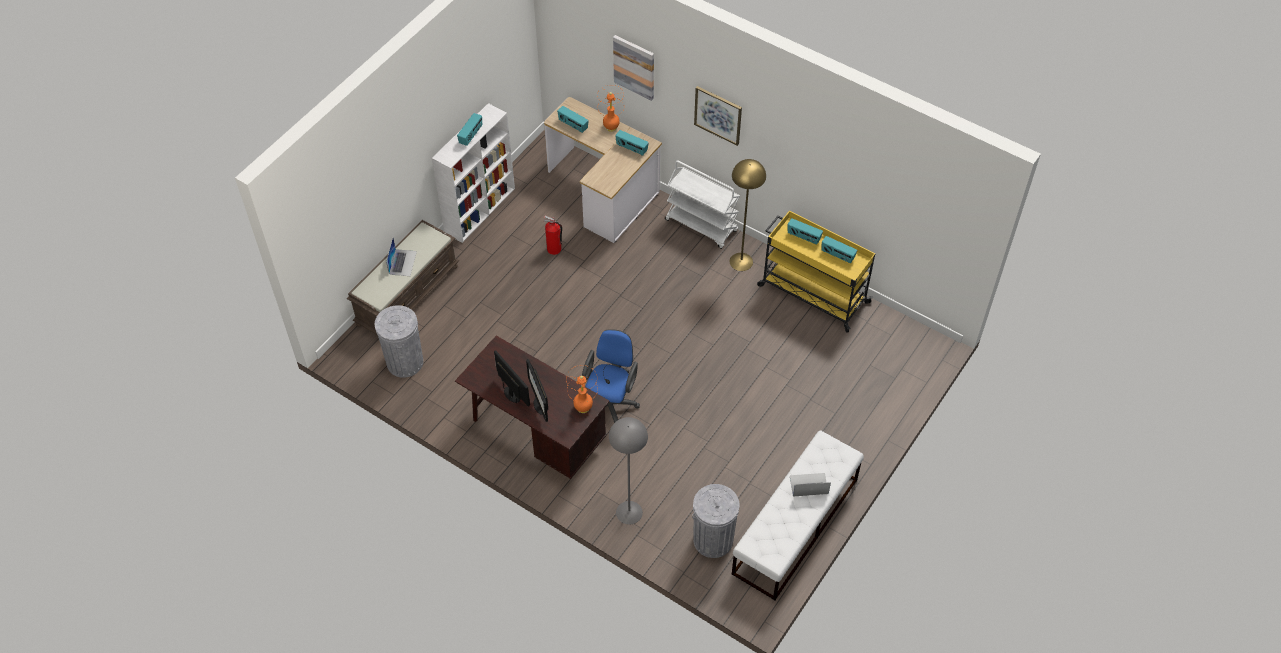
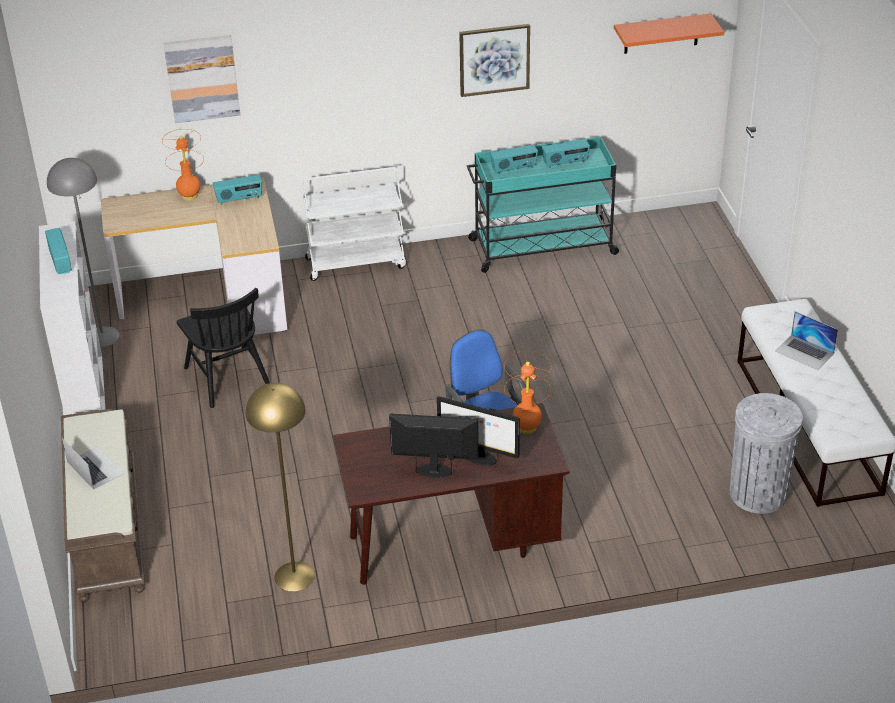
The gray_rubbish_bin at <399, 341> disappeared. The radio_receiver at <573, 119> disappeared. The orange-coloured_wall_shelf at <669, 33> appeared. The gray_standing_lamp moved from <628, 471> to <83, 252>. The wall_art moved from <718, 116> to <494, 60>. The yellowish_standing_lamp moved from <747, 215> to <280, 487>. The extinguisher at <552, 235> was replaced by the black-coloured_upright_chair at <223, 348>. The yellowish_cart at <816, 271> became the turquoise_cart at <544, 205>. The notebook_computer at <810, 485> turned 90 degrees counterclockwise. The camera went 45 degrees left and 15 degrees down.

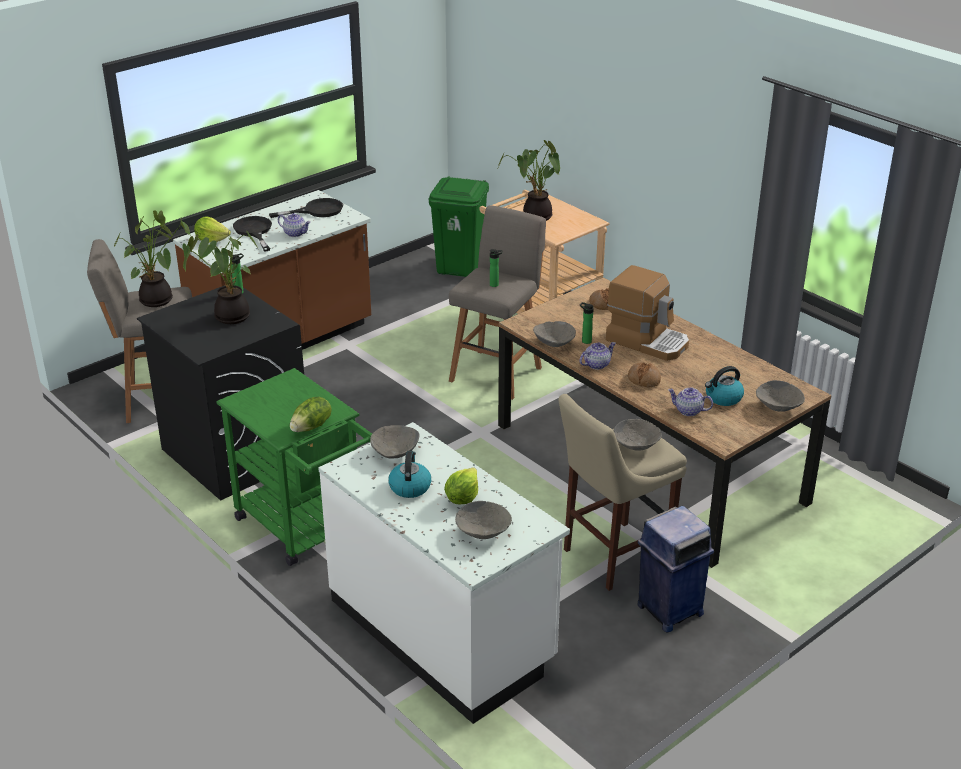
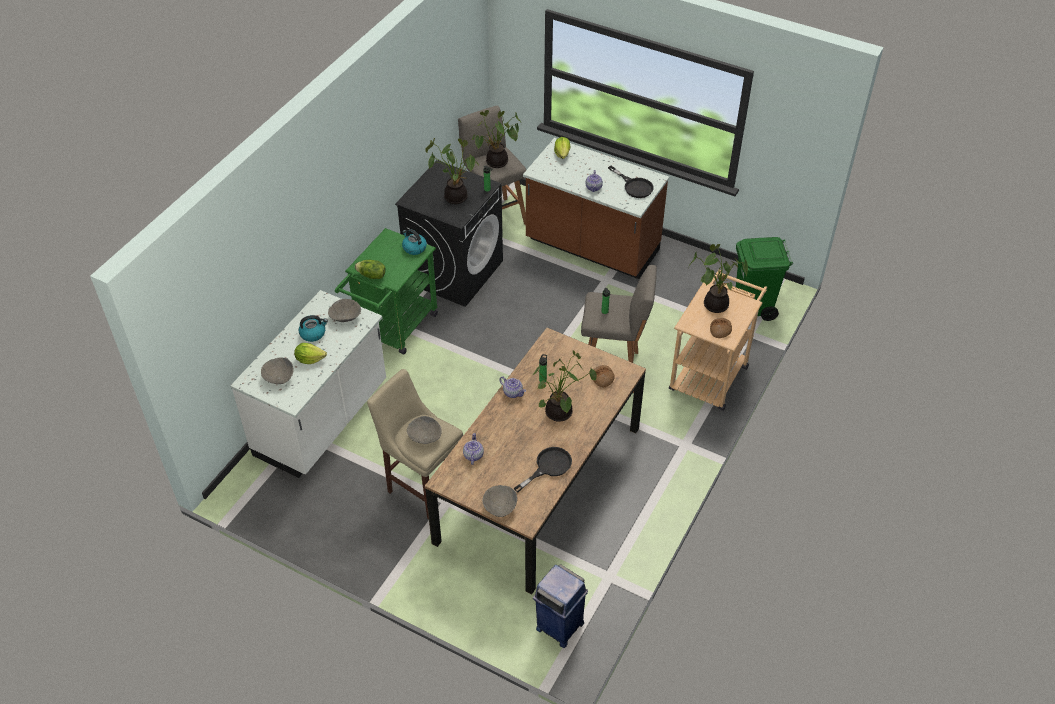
The gray_deep_dish at <554, 334> disappeared. The black-coloured_skillet moved from <252, 234> to <542, 469>. The bakery_bread moved from <644, 374> to <721, 328>. The bluish_rubbish_bin moved from <675, 569> to <560, 606>. The tea_kettle moved from <724, 386> to <414, 242>. The coffee_maker at <647, 313> was replaced by the plant_in_a_pot at <565, 386>. The camera went 70 degrees right and 15 degrees up.

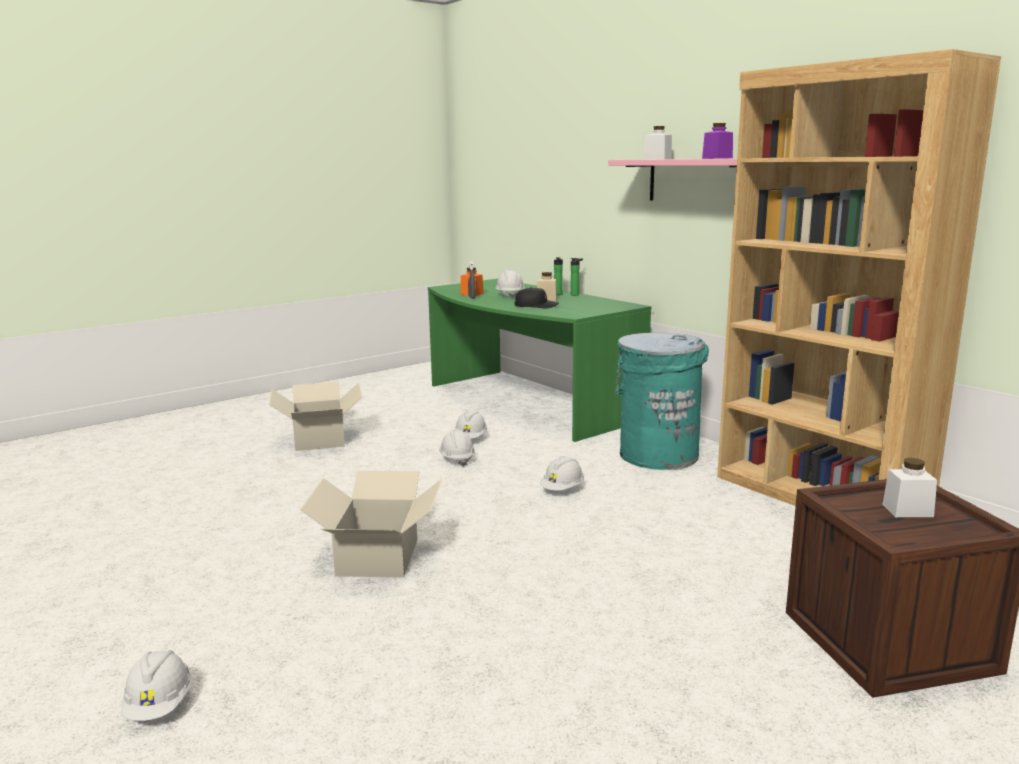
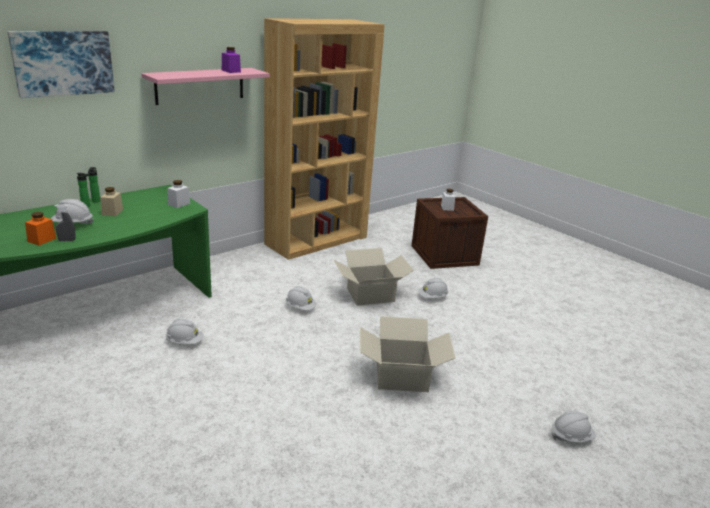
The black-coloured_baseball_cap at <537, 297> disappeared. The turquoise_rubbish_bin at <662, 401> disappeared. The wall_art at <61, 64> appeared. The cardboard_box moved from <315, 416> to <374, 277>. The white-coloured_safety_helmet moved from <457, 448> to <433, 288>. The white-coloured_storage_jar moved from <658, 142> to <178, 194>. The camera went 95 degrees left and 10 degrees up.

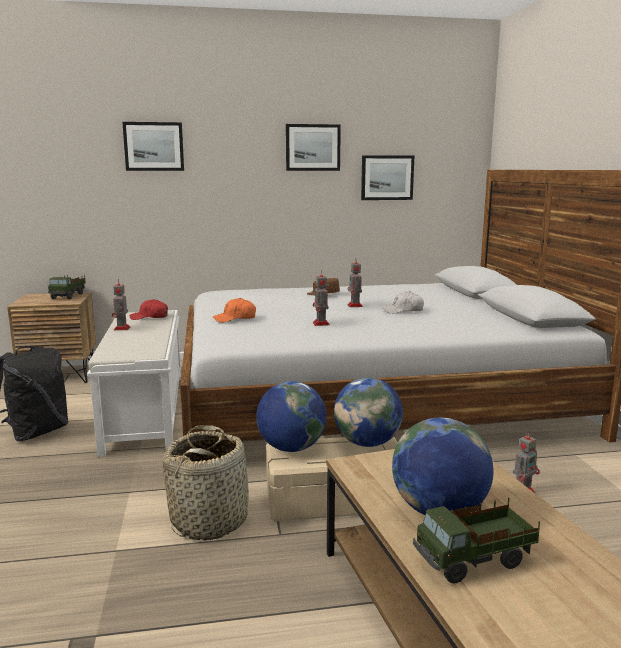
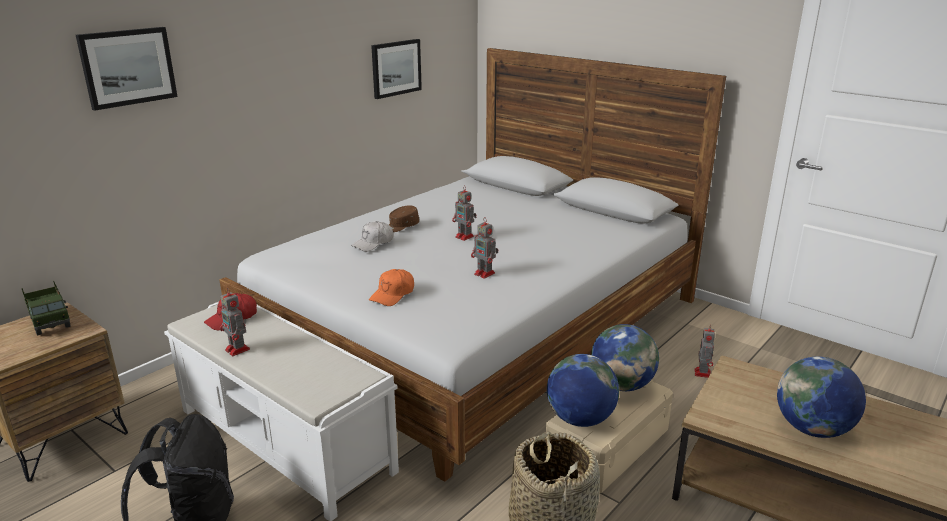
The wall_art at <313, 147> disappeared. The toy_lorry at <476, 540> disappeared. The white-coloured_baseball_cap moved from <403, 302> to <372, 236>. The camera went 40 degrees left and 10 degrees up.

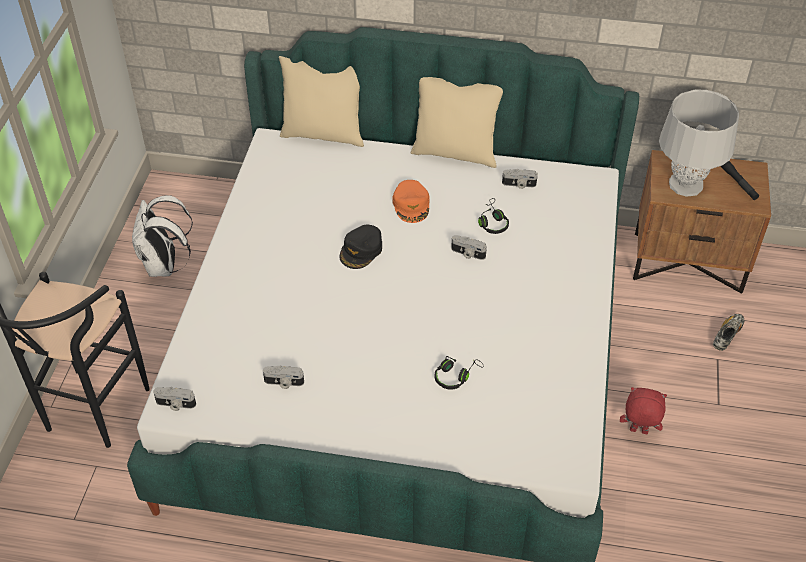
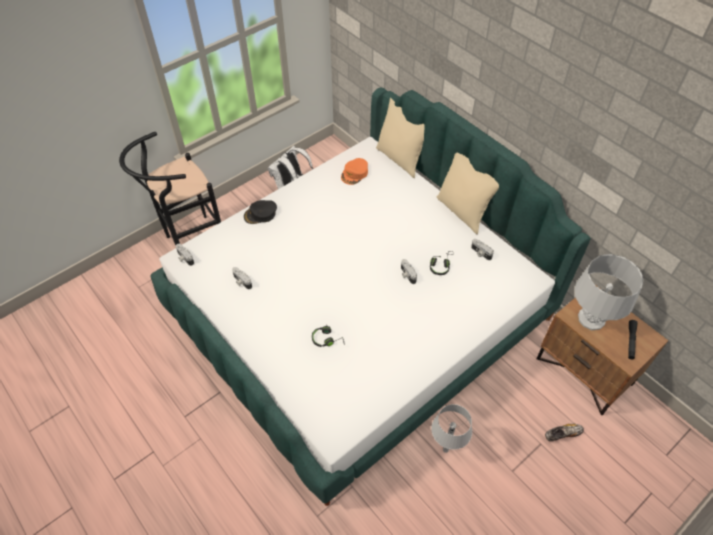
The black-coloured_baseball_cap moved from <360, 247> to <260, 212>. The orange-coloured_baseball_cap moved from <411, 201> to <354, 171>. The red-coloured_plush_toy at <643, 410> was replaced by the gray_table_lamp at <451, 428>. The camera went 40 degrees right and 5 degrees up.

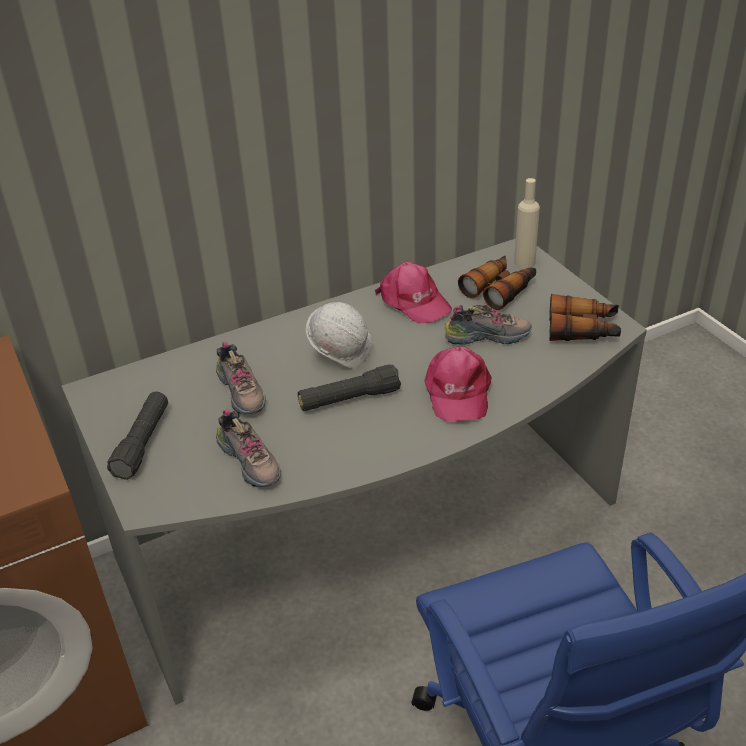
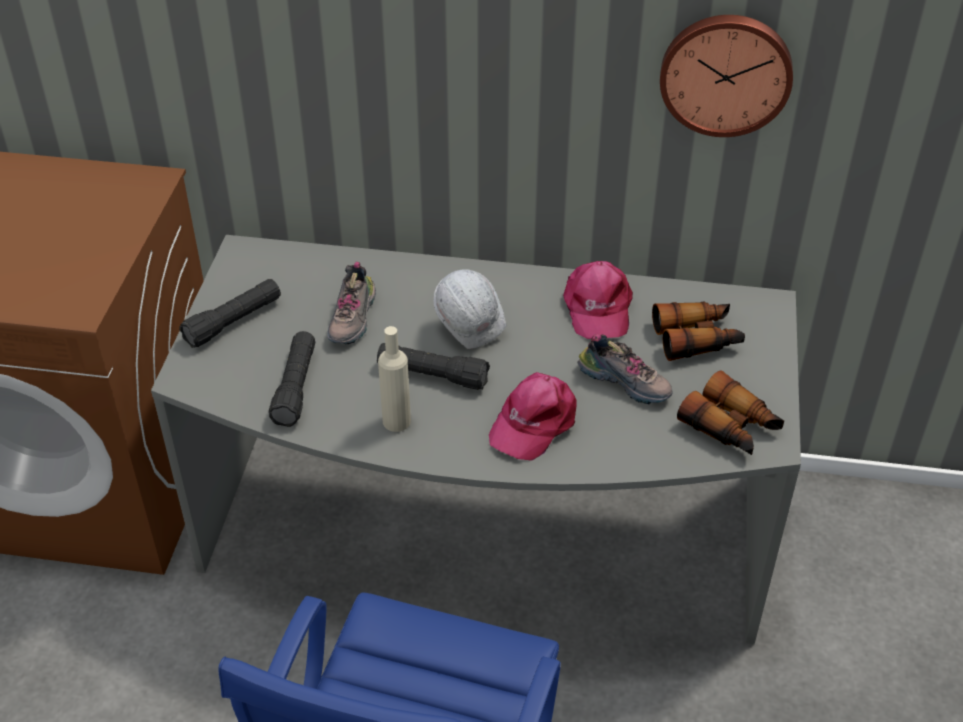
The wall_clock at <726, 76> appeared. The sand-coloured_bottle moved from <527, 223> to <394, 379>. The shoe at <248, 448> was replaced by the black-coloured_hand_torch at <292, 379>. The camera went 35 degrees right and 5 degrees up.

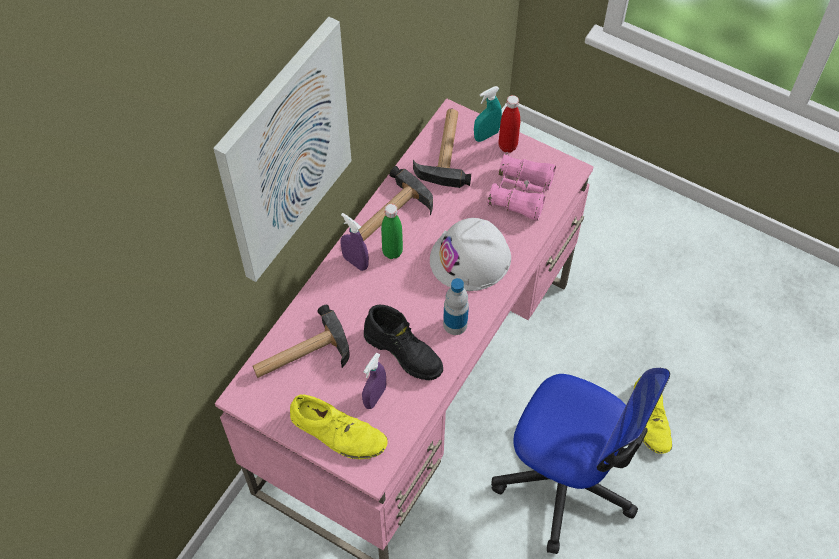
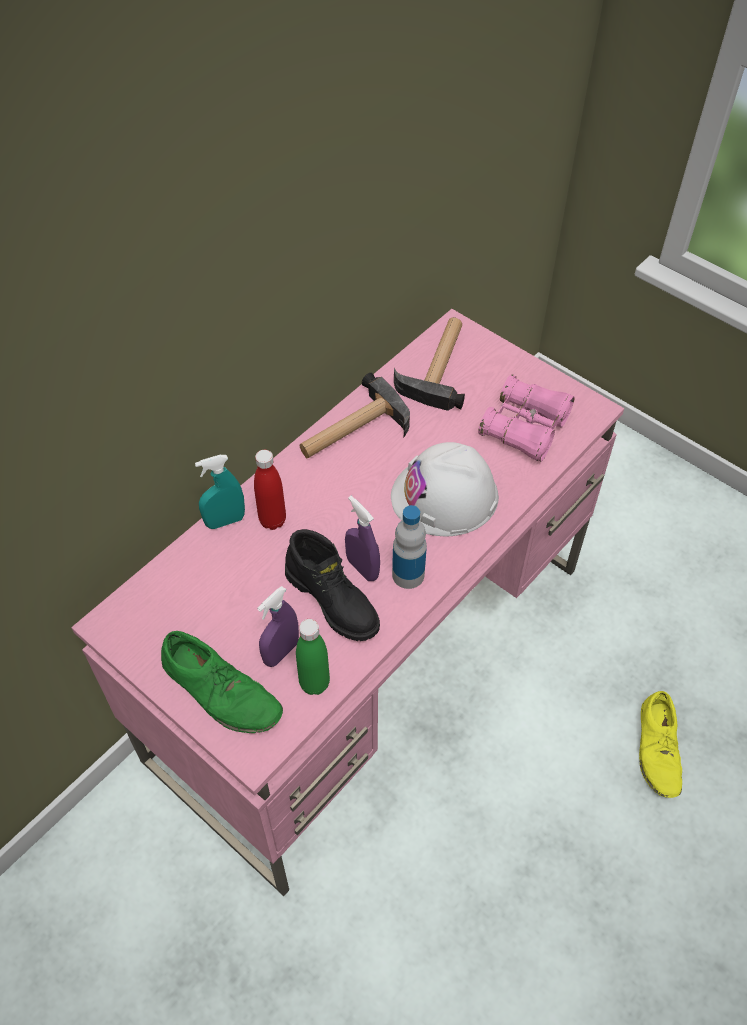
The wall_art at <282, 149> disappeared. The tool_hammer at <301, 341> disappeared. The computer_chair at <580, 461> disappeared. The purple-coloured_hand_sprayer moved from <355, 242> to <362, 538>. The green_bottle moved from <392, 231> to <313, 657>. The turquoise_hand_sprayer moved from <488, 114> to <220, 492>. The red-coloured_bottle moved from <509, 124> to <270, 490>. The yellowish_shoe at <339, 426> became the green_shoe at <222, 682>. The camera went 10 degrees right and 5 degrees down.

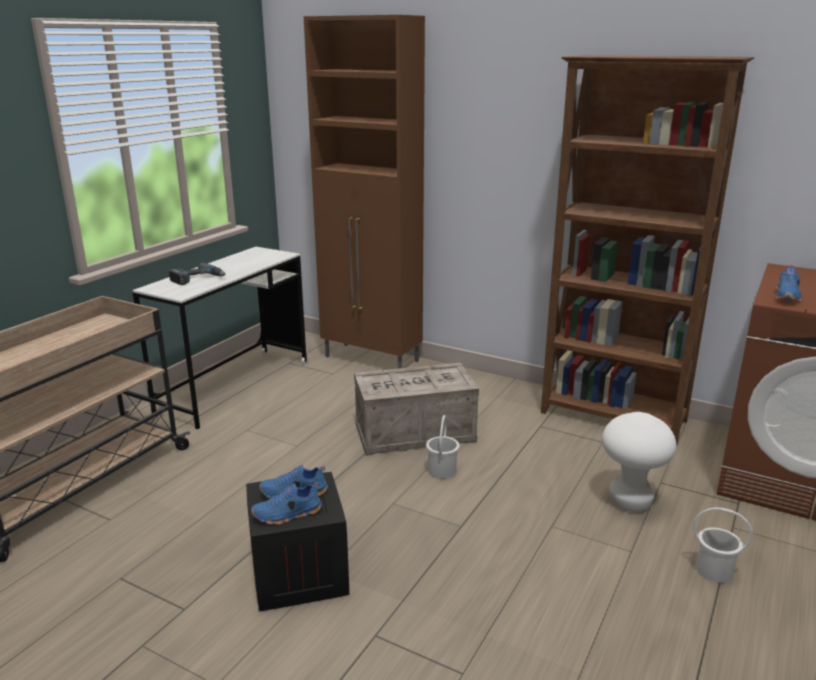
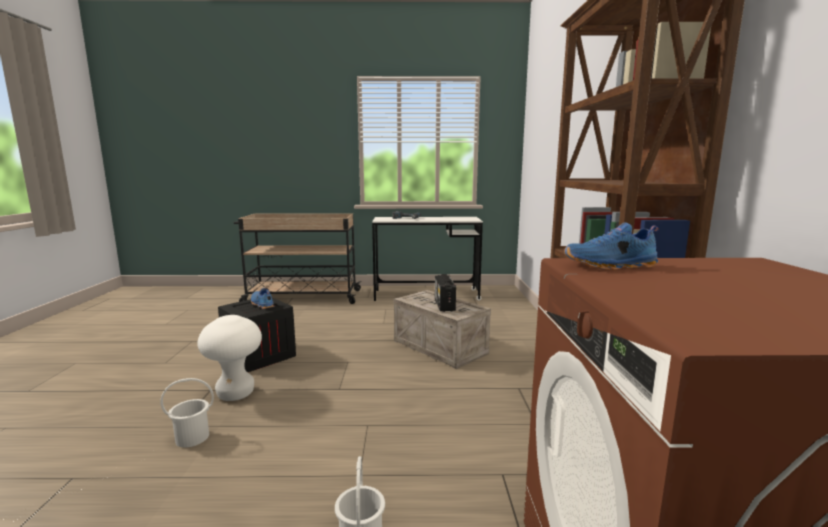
The bluish_shoe at <286, 503> disappeared. The brown_storage_cabinet at <364, 192> disappeared. The radio_receiver at <445, 293> appeared. The white-coloured_pail moved from <443, 447> to <187, 413>. The white-coloured_sitting_stool moved from <639, 462> to <229, 358>. The camera went 60 degrees right and 10 degrees down.

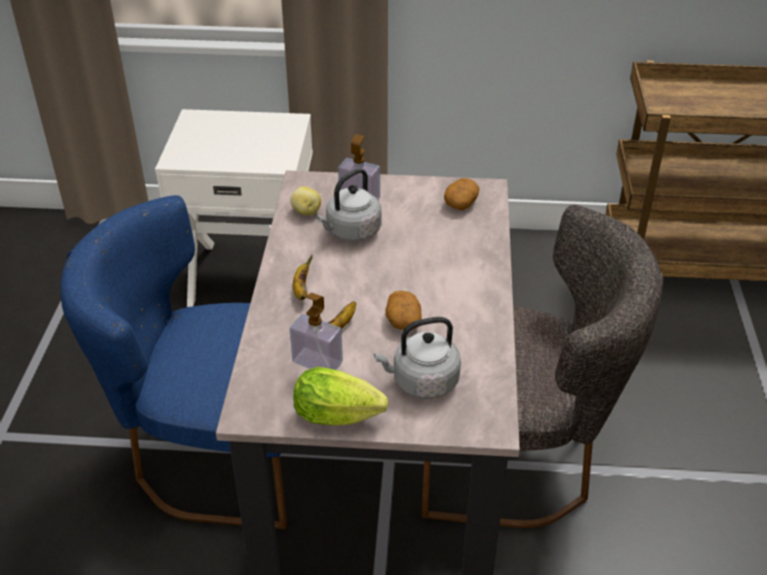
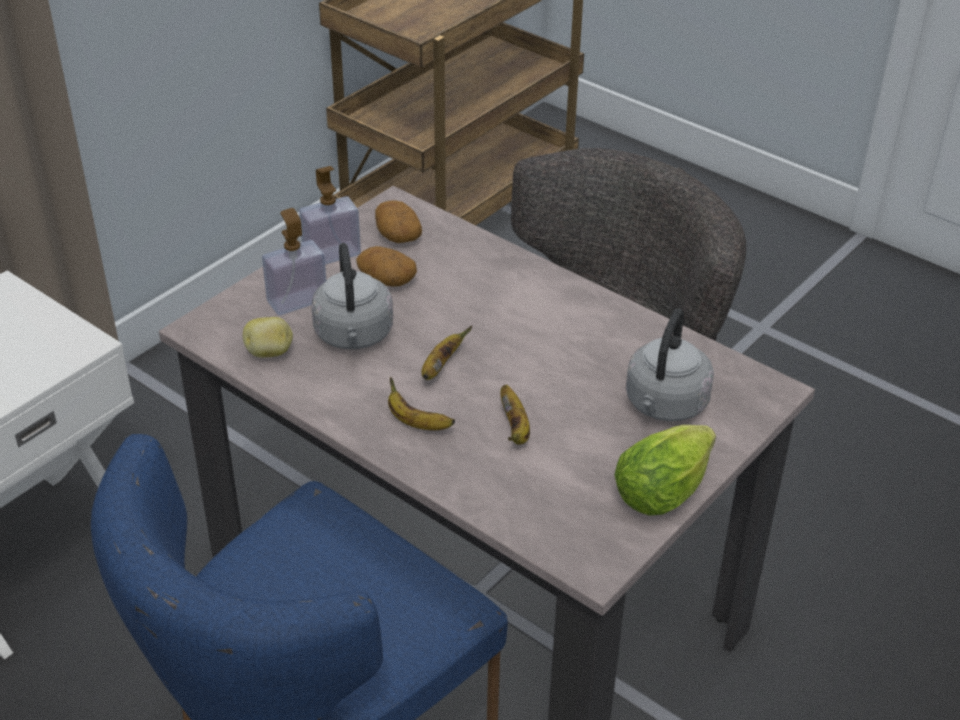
The whole_banana at <446, 353> appeared. The soap_bottle moved from <316, 331> to <330, 215>. The potato moved from <403, 310> to <386, 266>. The camera went 55 degrees left and 0 degrees up.

